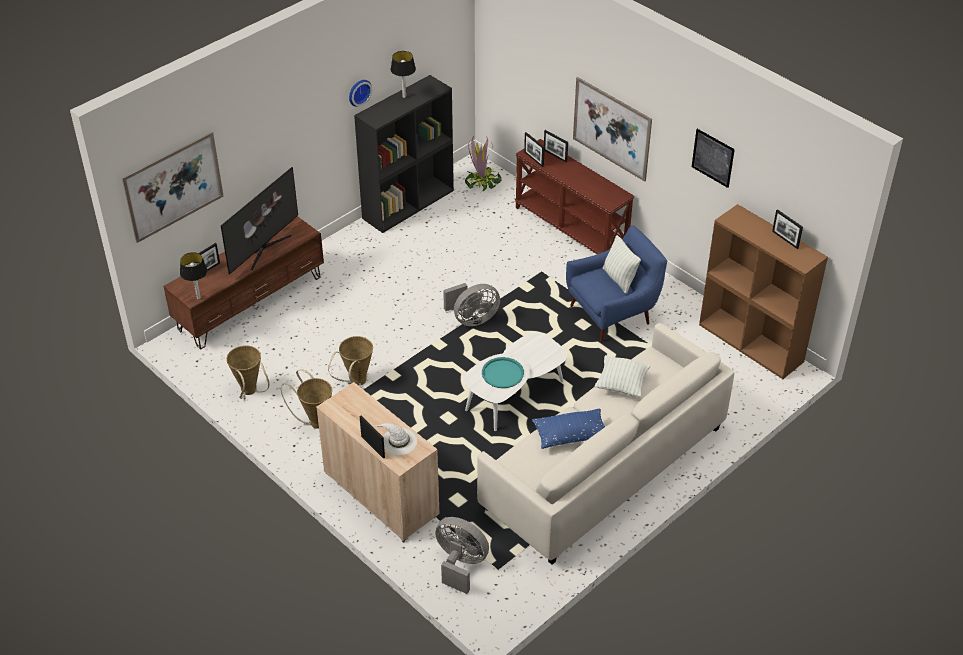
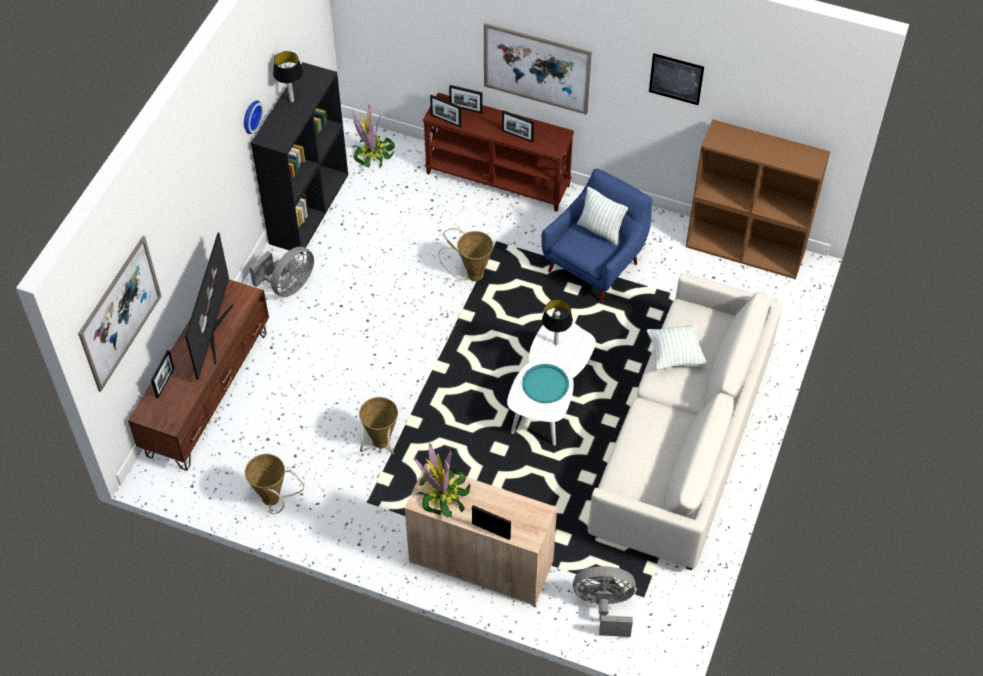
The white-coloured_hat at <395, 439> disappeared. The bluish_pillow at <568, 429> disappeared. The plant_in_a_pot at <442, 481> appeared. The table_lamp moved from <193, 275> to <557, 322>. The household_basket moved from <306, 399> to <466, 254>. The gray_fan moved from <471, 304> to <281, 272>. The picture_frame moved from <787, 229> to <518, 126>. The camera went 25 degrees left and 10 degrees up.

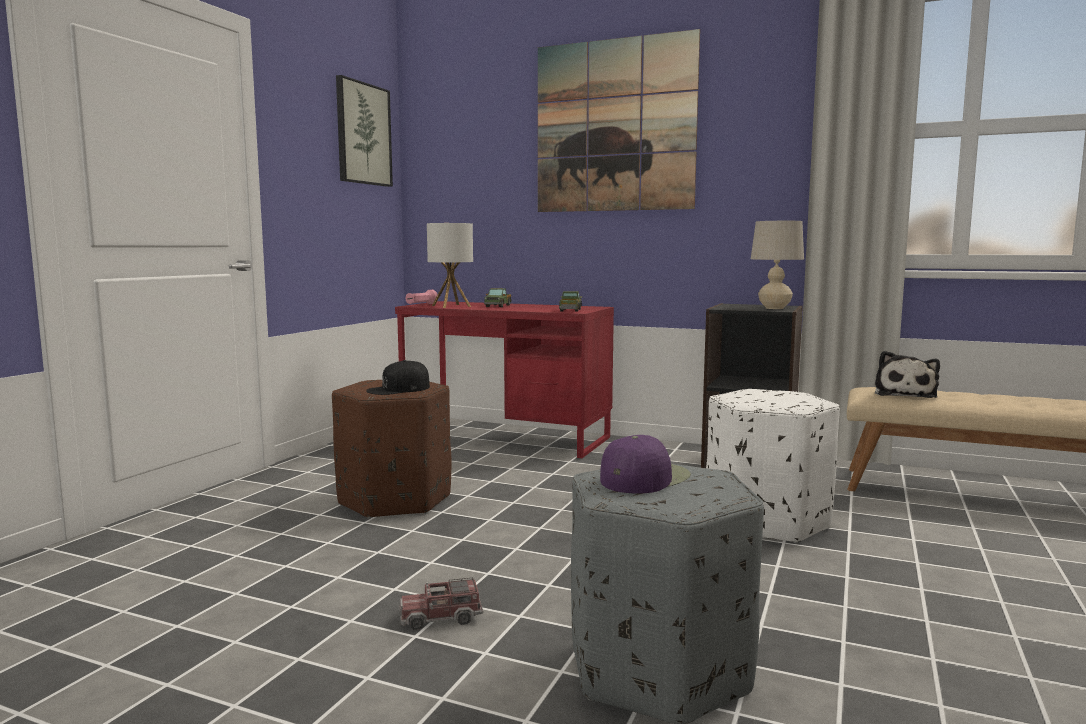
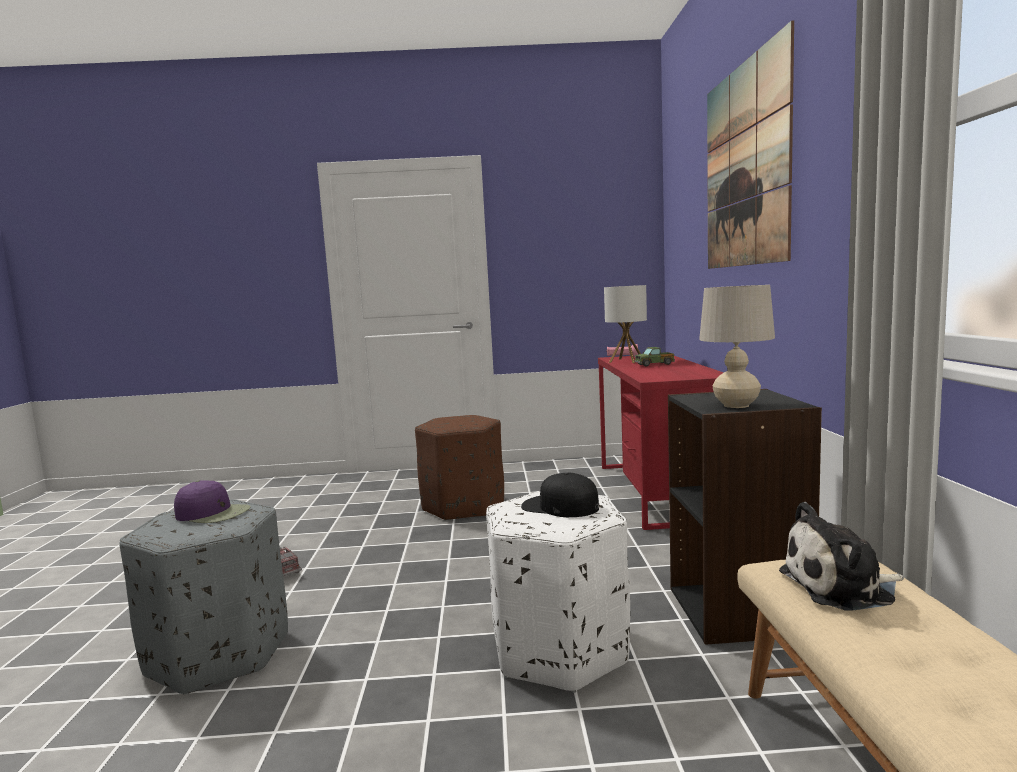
The wall_art at <364, 131> disappeared. The toy_lorry at <570, 301> disappeared. The black-coloured_baseball_cap moved from <398, 377> to <560, 495>. The camera went 65 degrees right and 0 degrees up.

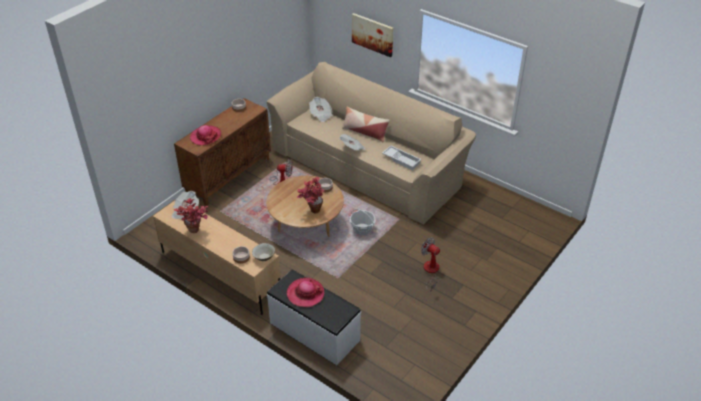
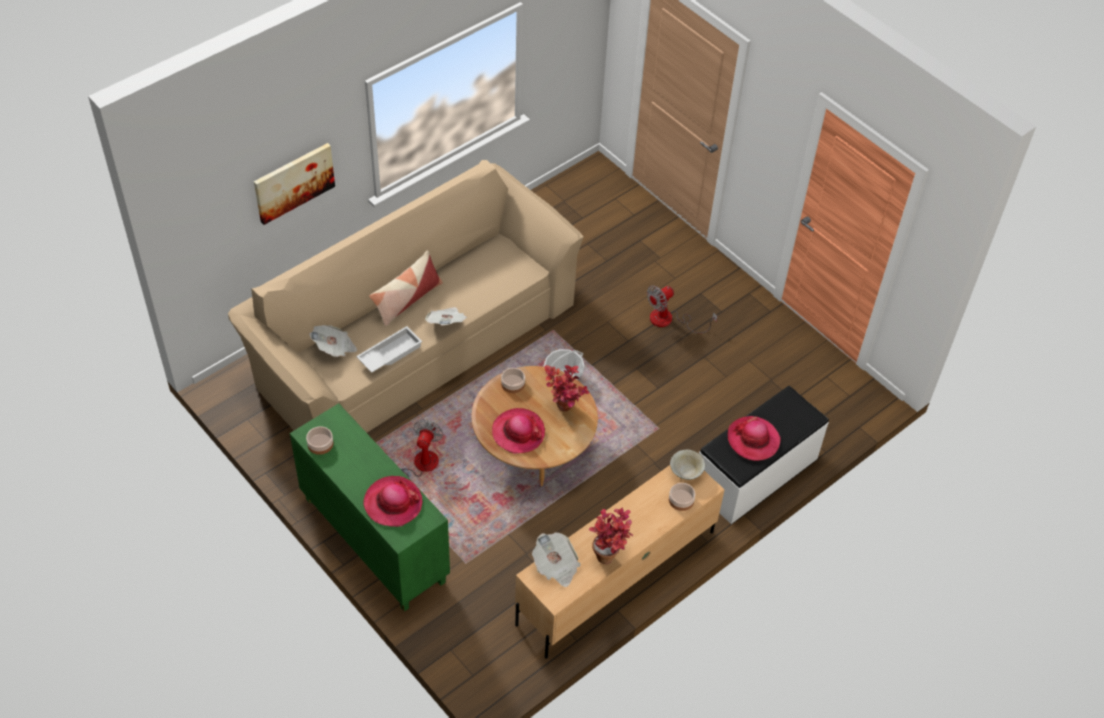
The hat at <518, 431> appeared. The white-coloured_carrying_tray moved from <402, 158> to <389, 349>. The brown_storage_cabinet at <222, 152> became the green_storage_cabinet at <370, 507>. The camera went 80 degrees left and 10 degrees up.

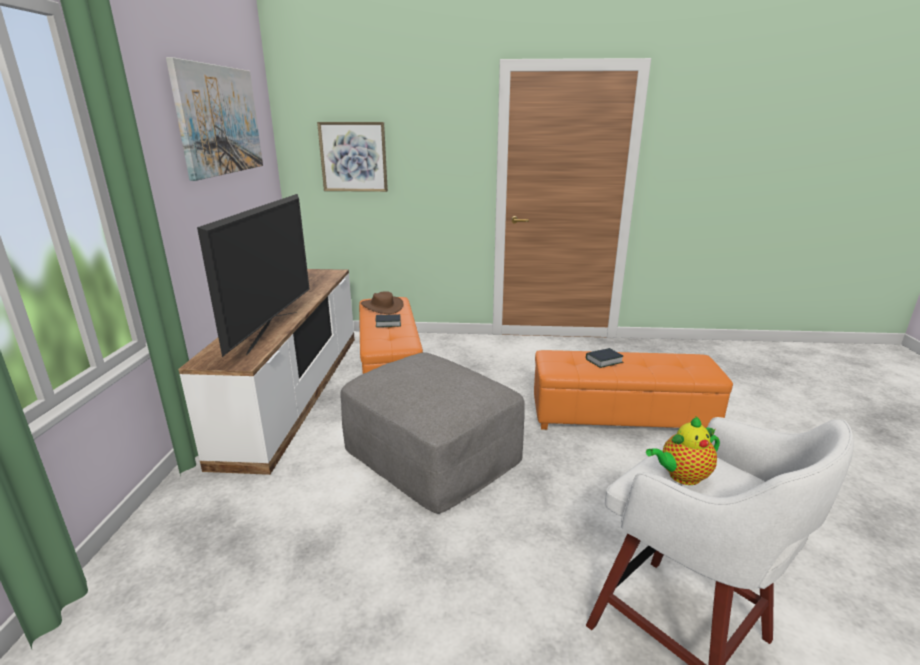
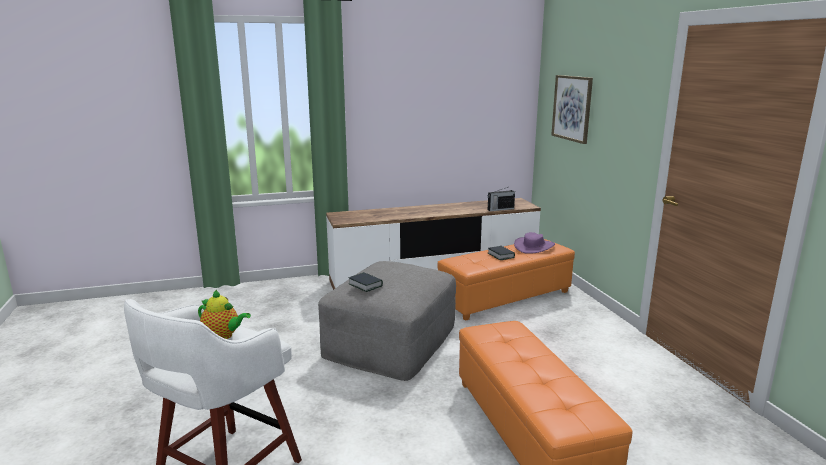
The wall_art at <214, 119> disappeared. The TV at <253, 275> disappeared. The radio_receiver at <501, 199> appeared. The book moved from <605, 358> to <366, 282>. The brown_hat at <382, 302> became the purple-coloured_hat at <534, 243>. The teapot at <683, 450> turned 150 degrees clockwise. The camera went 70 degrees right and 5 degrees down.

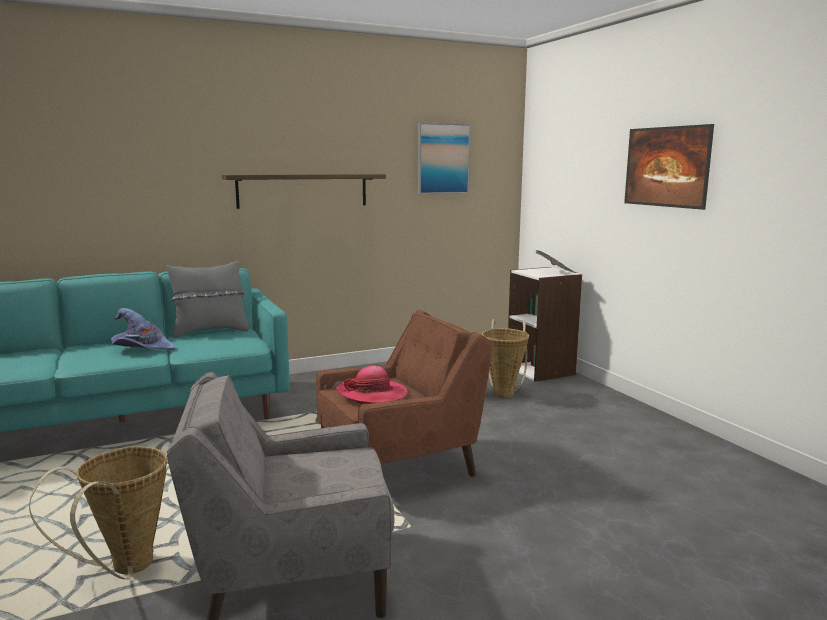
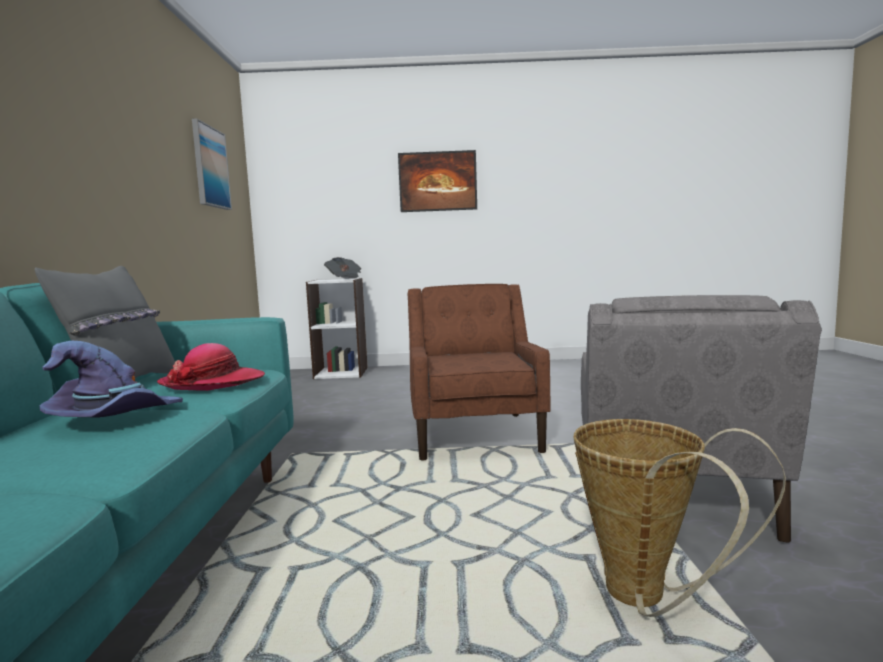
The wall_shelf at <304, 191> disappeared. The household_basket at <505, 358> disappeared. The hat moved from <371, 385> to <211, 367>. The camera went 65 degrees left and 5 degrees down.

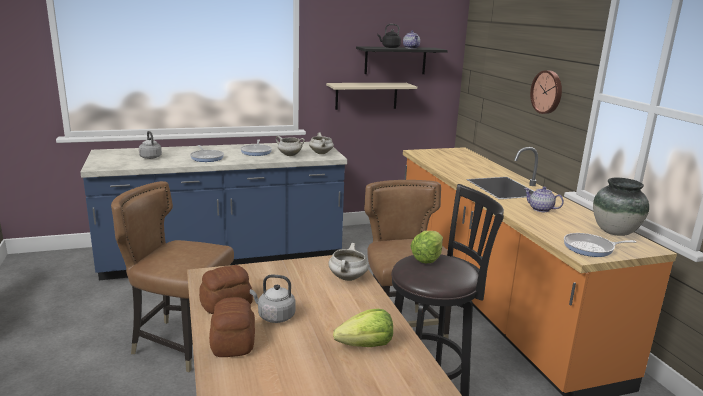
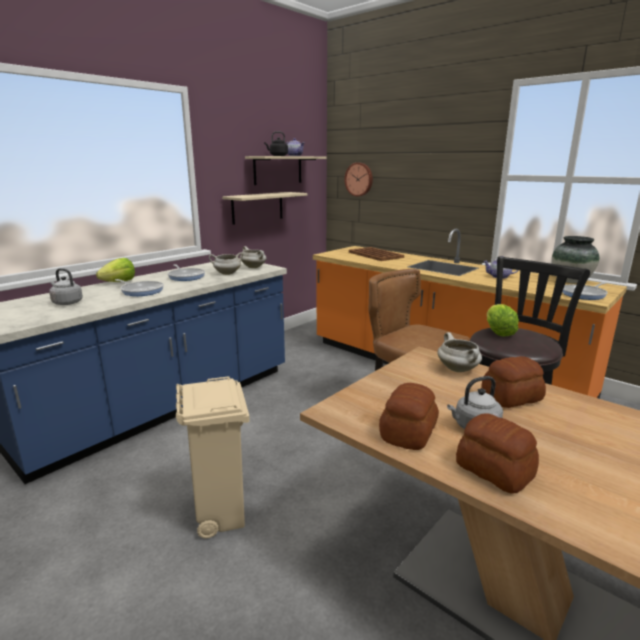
The brown_carrying_tray at <376, 254> appeared. The bakery_bread at <513, 382> appeared. The lettuce moved from <363, 328> to <115, 270>. The wall_clock moved from <546, 92> to <358, 179>. The brown_upright_chair at <172, 276> was replaced by the sand-coloured_rubbish_bin at <213, 457>. The black-coloured_wall_shelf at <402, 60> became the sand-coloured_wall_shelf at <285, 170>. The camera went 30 degrees left and 0 degrees up.

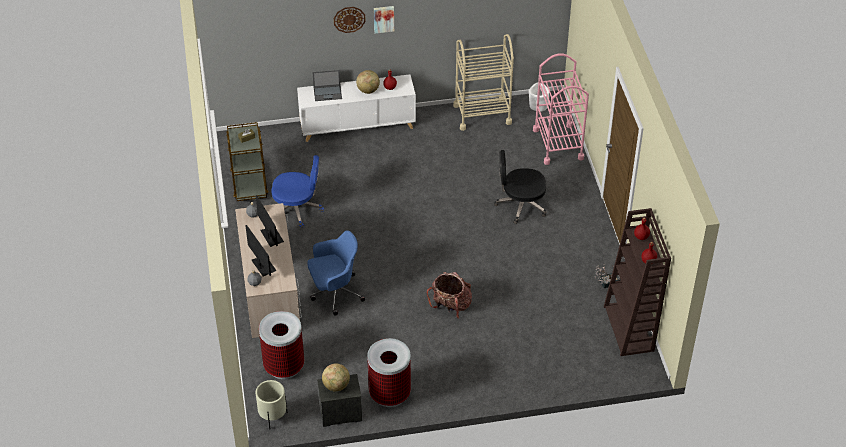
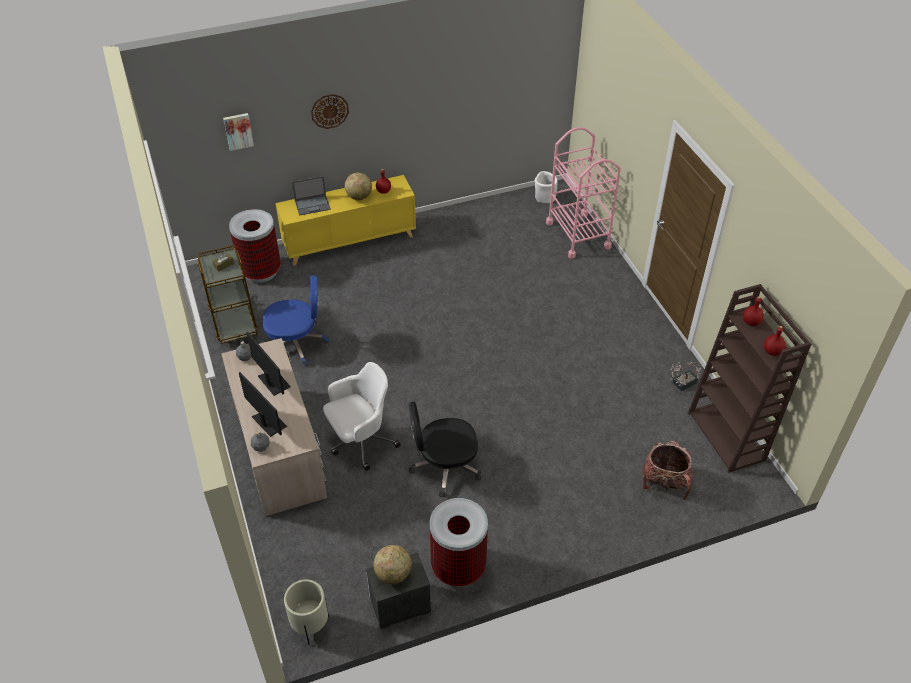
The sand-coloured_cart at <483, 82> disappeared. The rubbish_bin moved from <281, 345> to <255, 246>. The wall_art moved from <384, 20> to <238, 132>. The backpack moved from <449, 295> to <667, 470>. The black-coloured_computer_chair moved from <520, 187> to <444, 449>. The white-coloured_storage_cabinet at <356, 108> became the yellowish_storage_cabinet at <345, 220>. The bluish_computer_chair at <336, 272> became the white-coloured_computer_chair at <362, 416>. The camera went 10 degrees left and 0 degrees up.

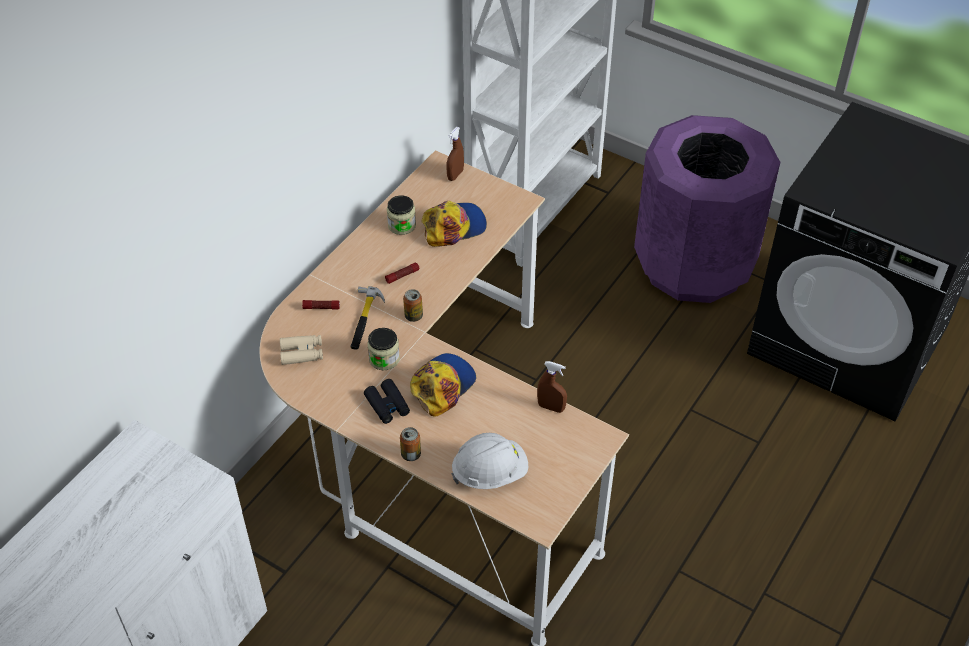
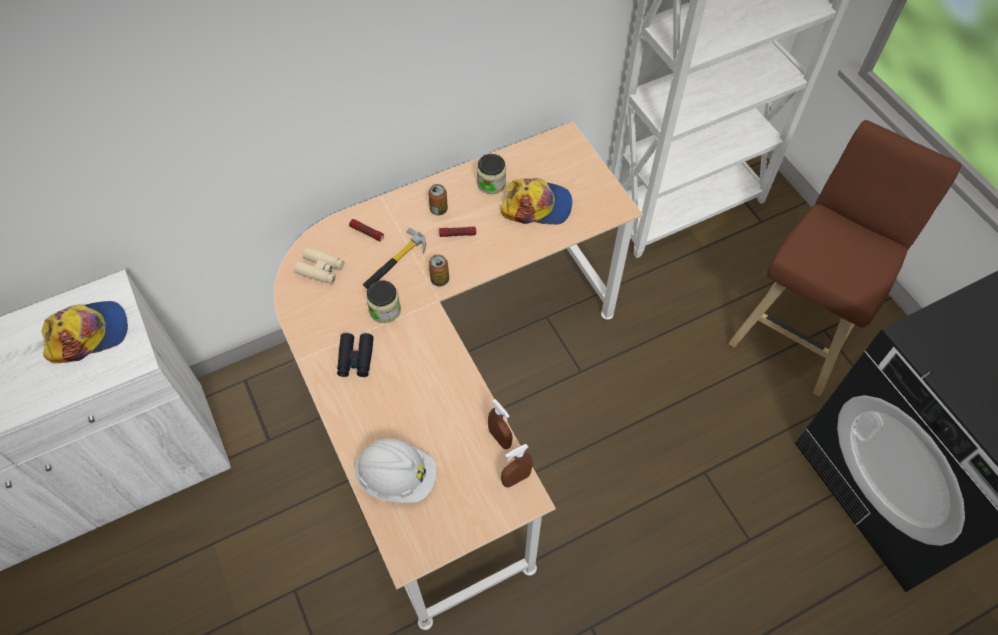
The can moved from <410, 444> to <438, 199>. The baseball_cap moved from <443, 385> to <85, 332>. The brown_hand_sprayer moved from <455, 154> to <517, 466>. The purple-coloured_rubbish_bin at <707, 209> was replaced by the brown_sitting_stool at <844, 258>. The camera went 30 degrees right and 10 degrees up.

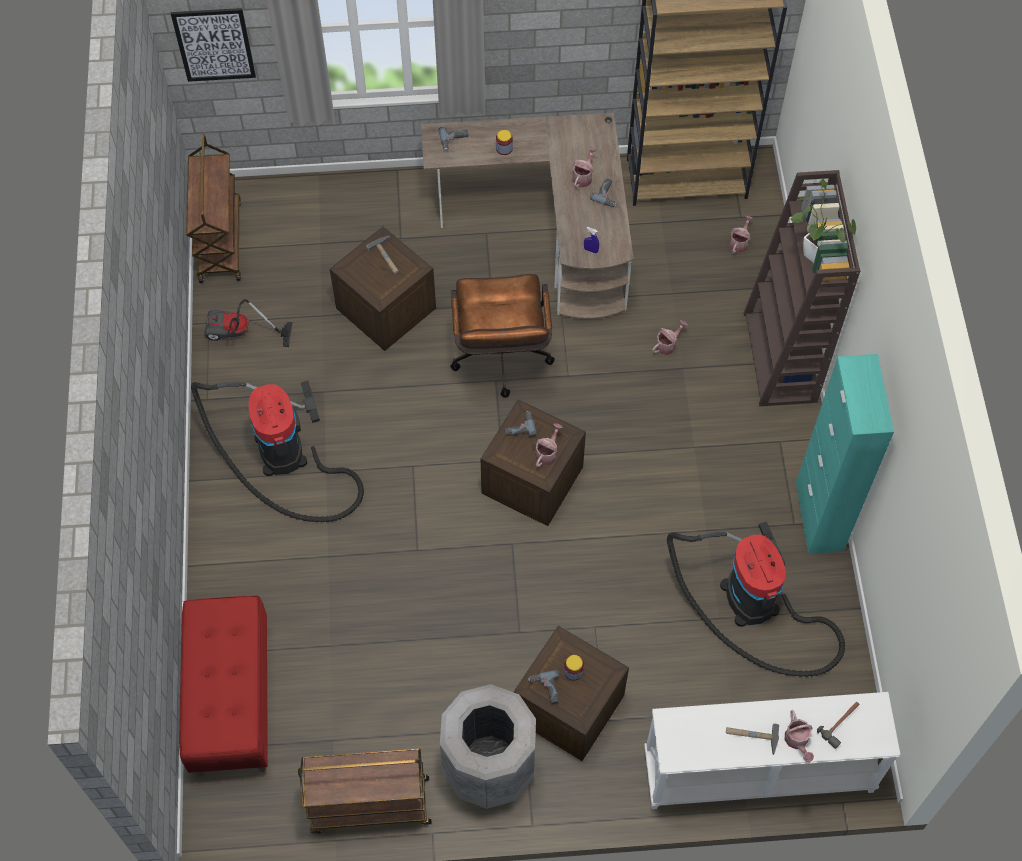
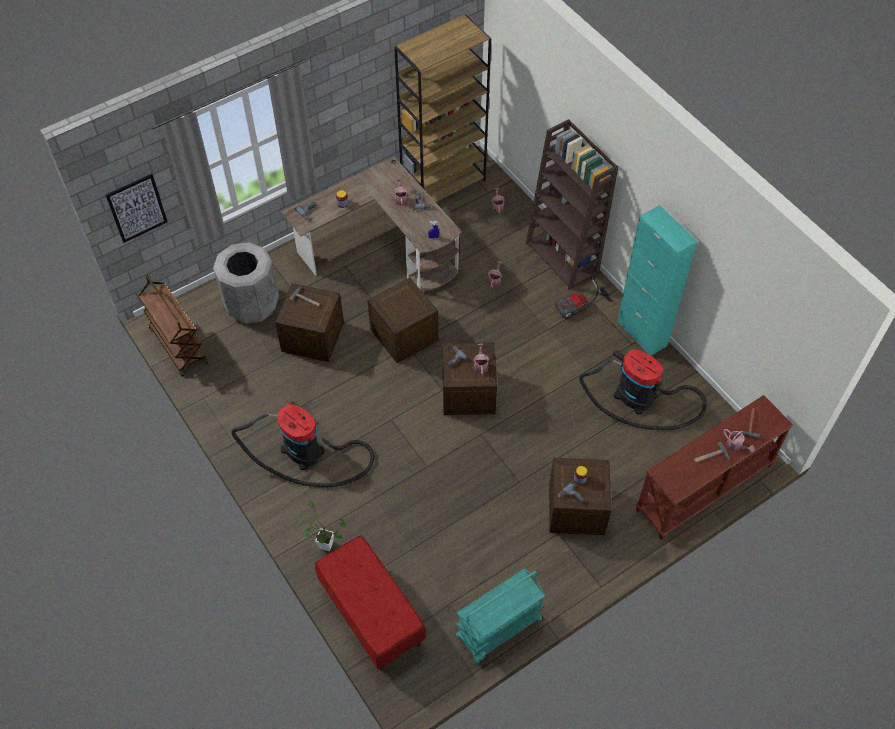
The vacuum moved from <248, 323> to <584, 297>. The gray_rubbish_bin moved from <488, 746> to <246, 283>. The plant_in_a_pot moved from <823, 220> to <323, 526>. The brown_computer_chair at <502, 336> was replaced by the packing_crate at <402, 320>. The brown_cart at <365, 791> became the turquoise_cart at <500, 616>. The white-coloured_console_table at <772, 750> became the brown_console_table at <714, 467>. The camera went 30 degrees left and 5 degrees down.

